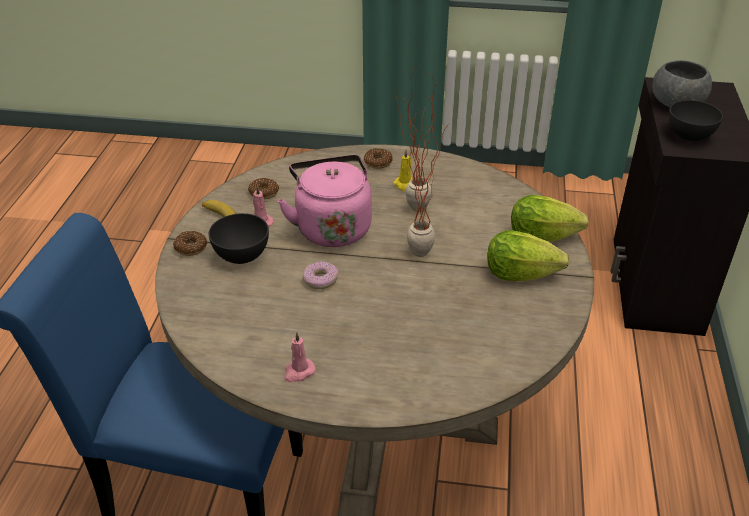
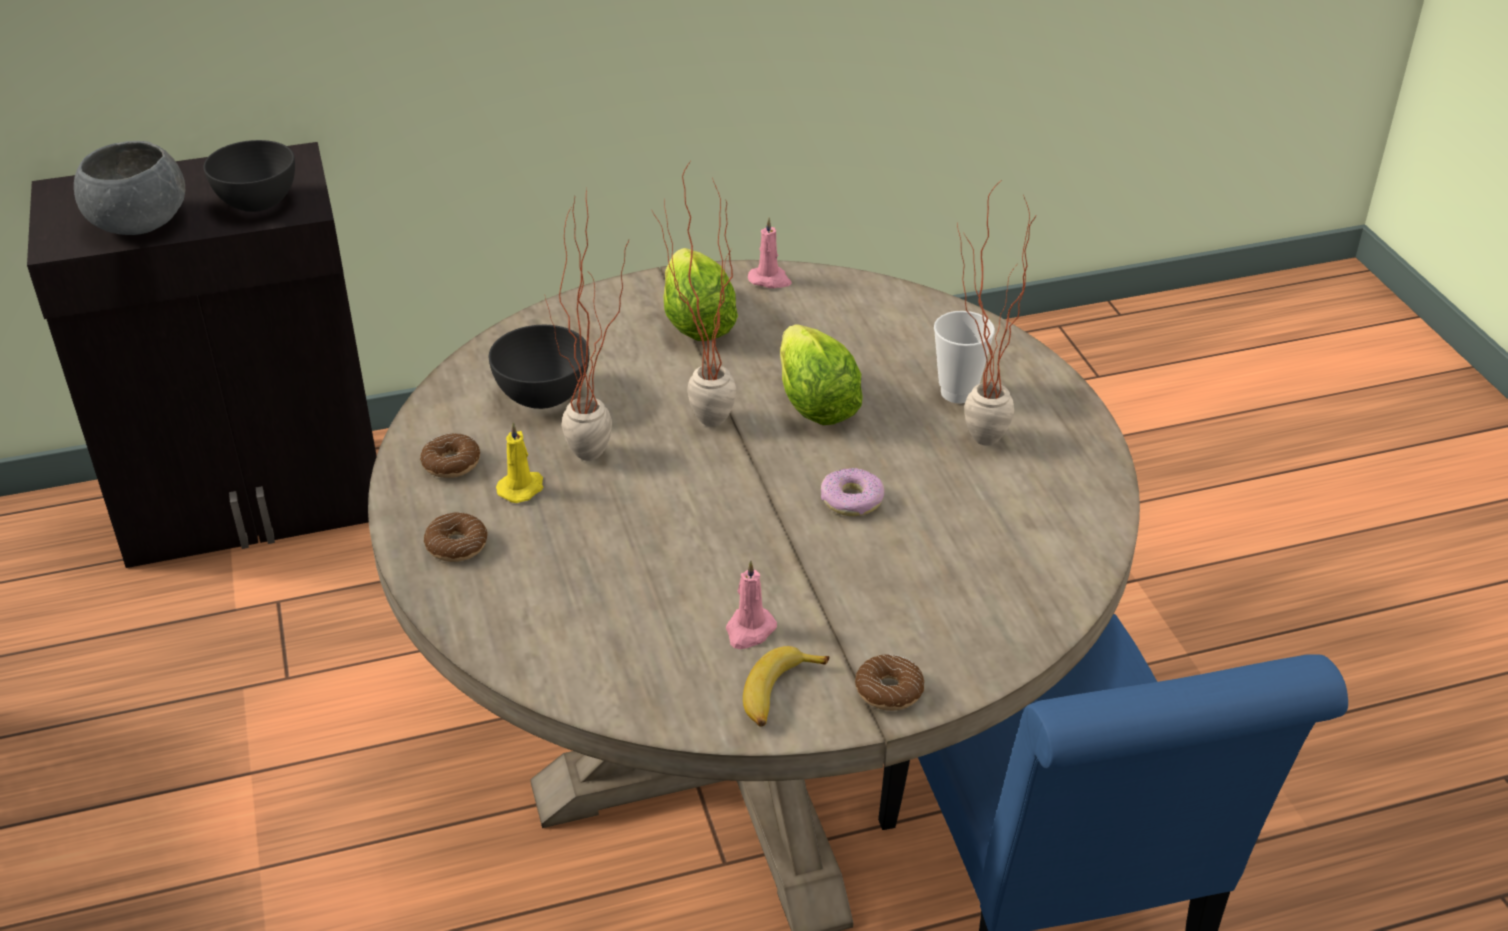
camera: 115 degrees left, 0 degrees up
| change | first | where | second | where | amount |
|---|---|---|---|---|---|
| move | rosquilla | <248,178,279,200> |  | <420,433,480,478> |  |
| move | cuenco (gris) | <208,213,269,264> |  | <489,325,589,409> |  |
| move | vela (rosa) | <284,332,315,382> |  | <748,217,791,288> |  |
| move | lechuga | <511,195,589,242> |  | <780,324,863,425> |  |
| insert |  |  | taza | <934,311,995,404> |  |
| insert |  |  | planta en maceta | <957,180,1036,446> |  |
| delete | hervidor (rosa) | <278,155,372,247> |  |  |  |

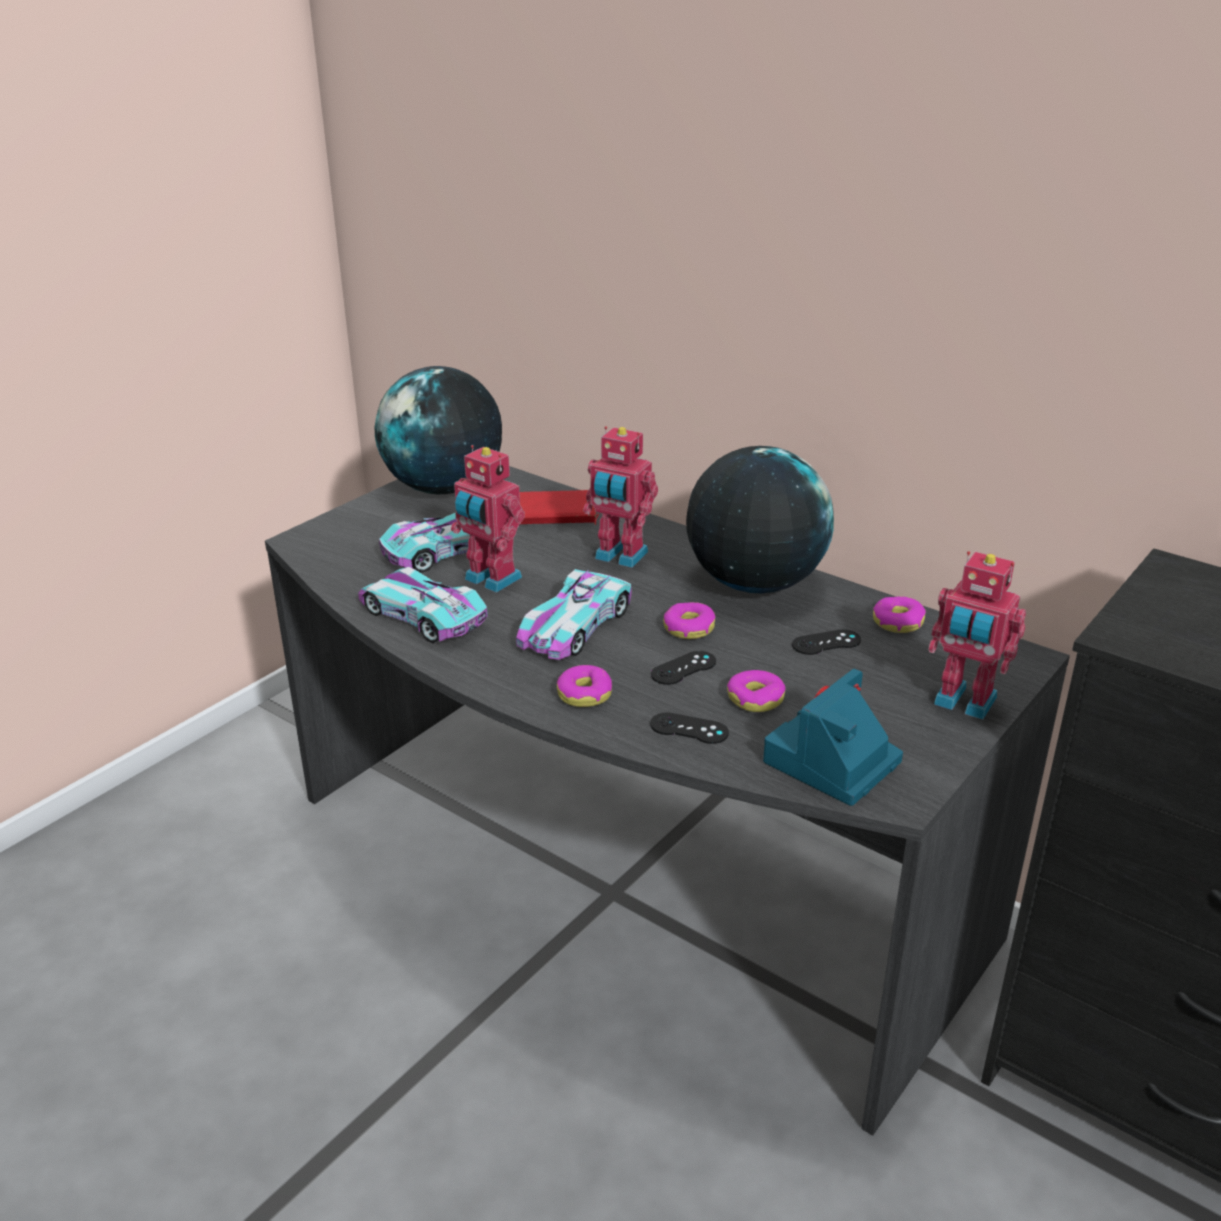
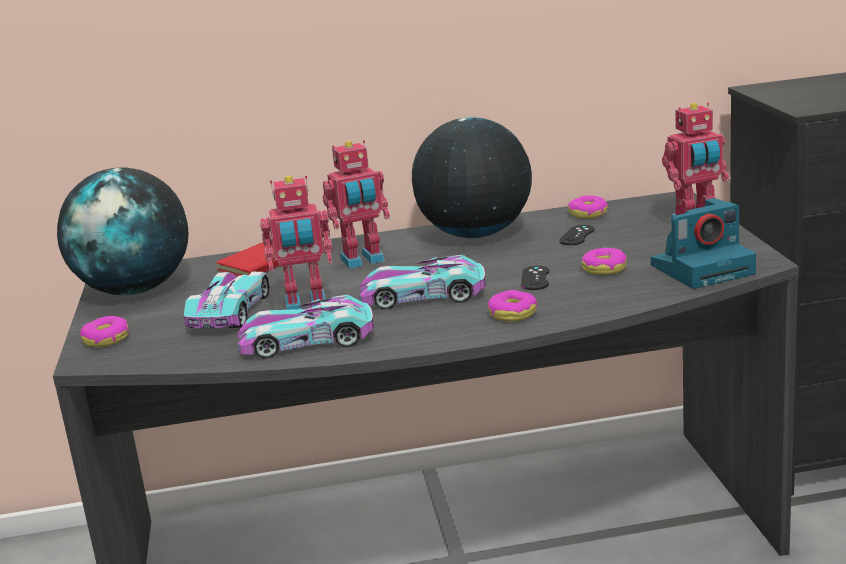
camera: 45 degrees left, 10 degrees down
| change | first | where | second | where | amount |
|---|---|---|---|---|---|
| move | rosquilla | <663,602,716,639> |  | <80,316,129,347> |  |
| rotate | coche de juguete | <516,569,631,660> |  | <359,255,486,310> | 105 degrees clockwise |
| rotate | cámara | <763,668,903,806> |  | <651,198,756,289> | 105 degrees counterclockwise |
| delete | mando de consola (negro) | <650,712,729,744> |  |  |  |

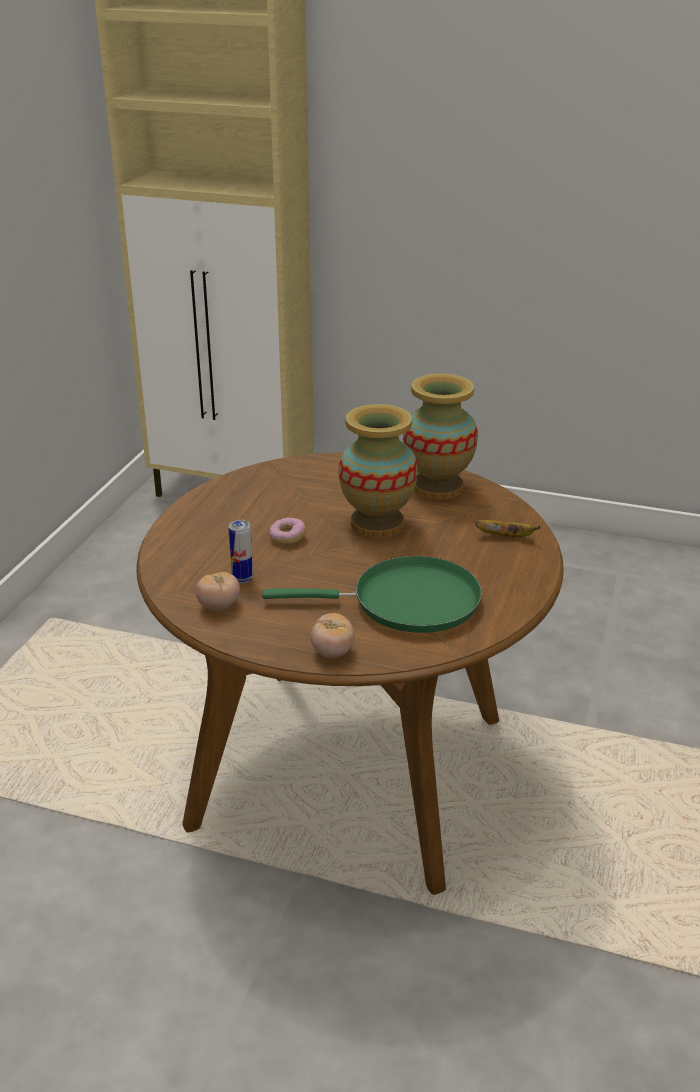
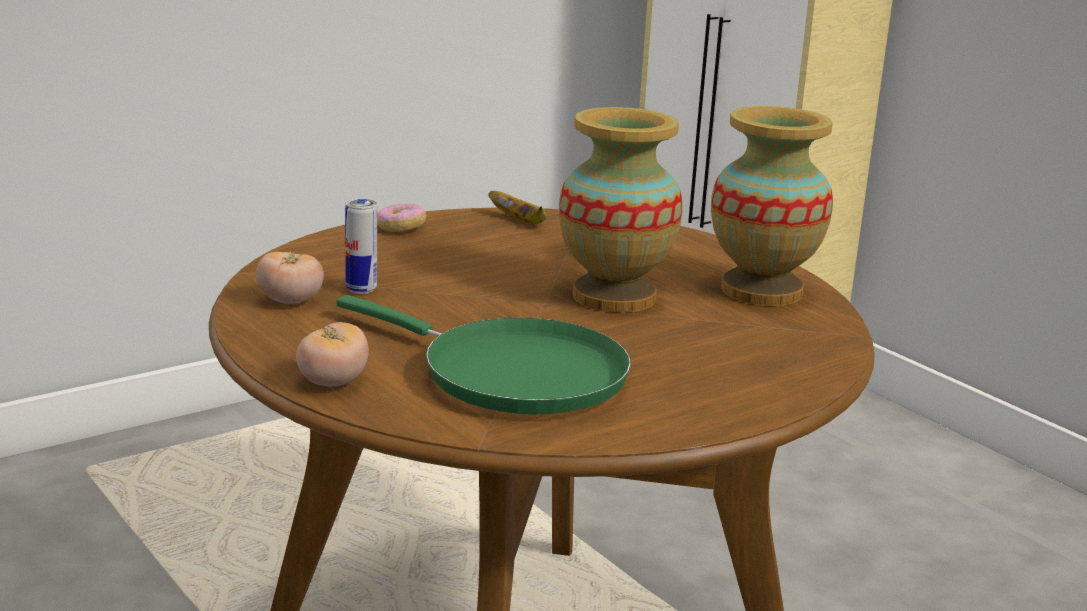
camera: 35 degrees right, 10 degrees down
| change | first | where | second | where | amount |
|---|---|---|---|---|---|
| move | rosquilla | <269,518,306,545> |  | <377,204,426,231> |  |
| move | plátano | <475,520,541,537> |  | <488,191,546,224> |  |

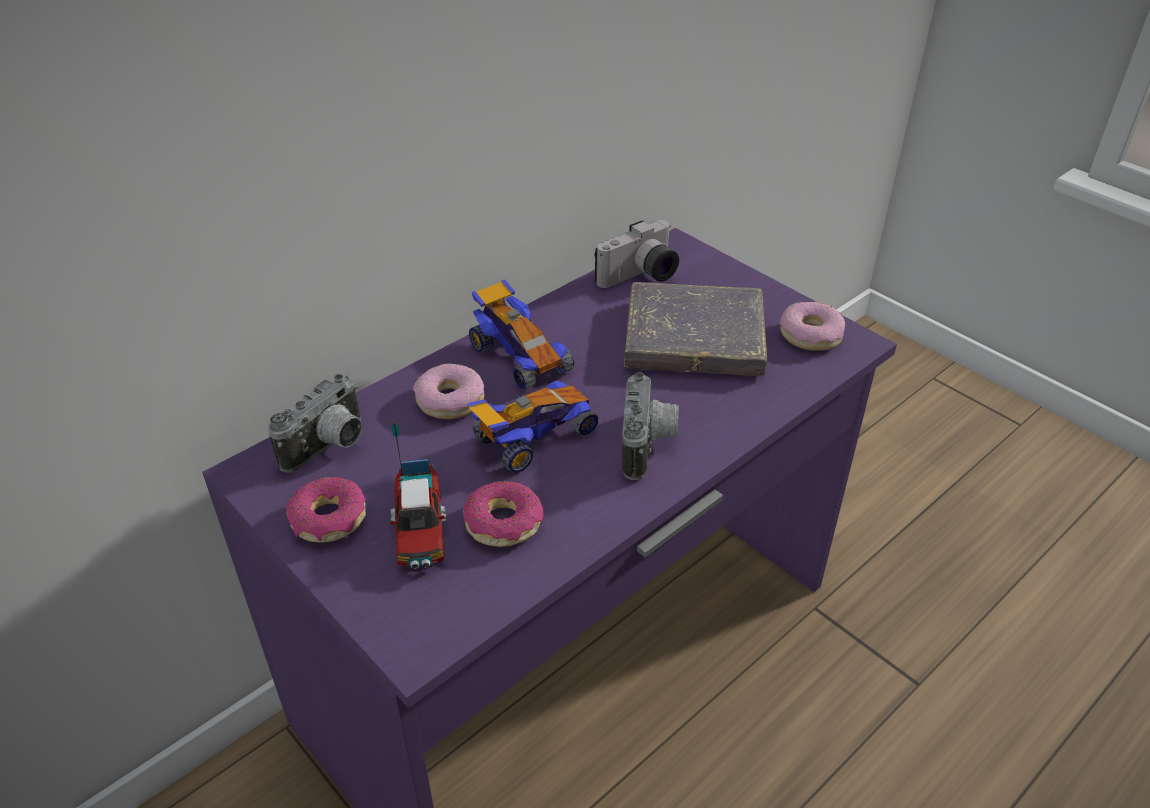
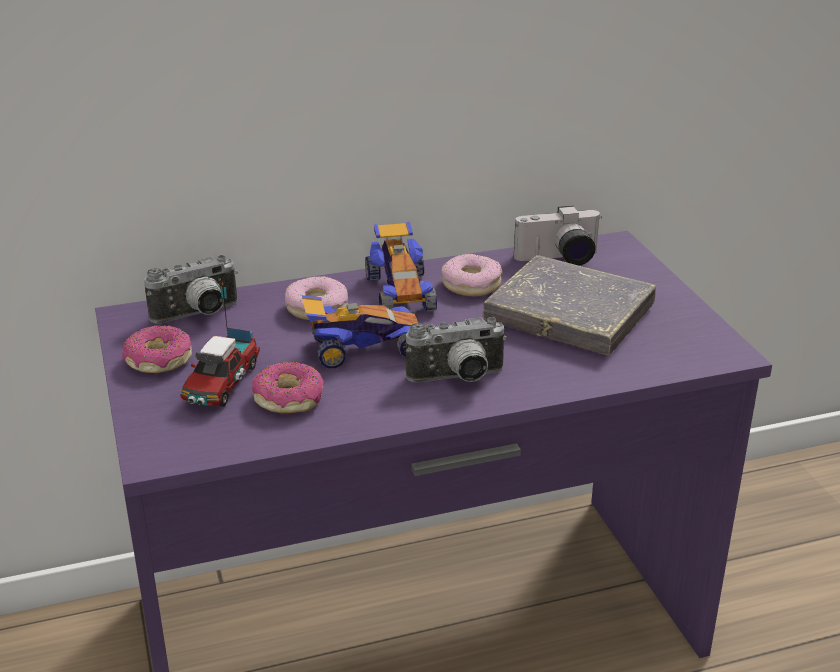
camera: 25 degrees right, 10 degrees down
| change | first | where | second | where | amount |
|---|---|---|---|---|---|
| rotate | cámara | <622,372,679,480> |  | <406,317,507,383> | 45 degrees clockwise |
| move | rosquilla | <780,302,845,351> |  | <441,254,503,296> |  |

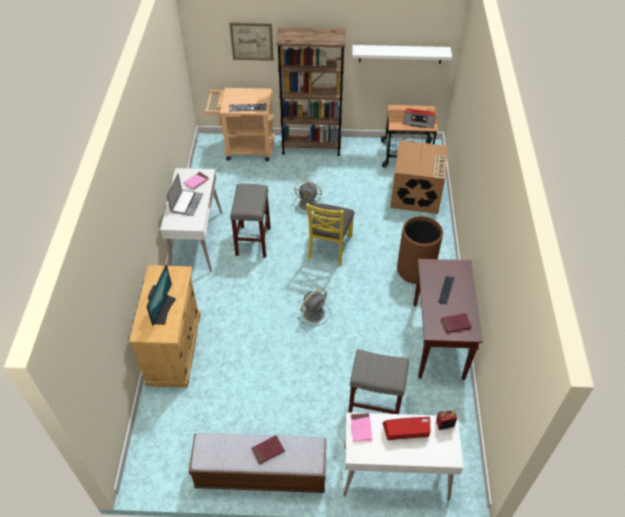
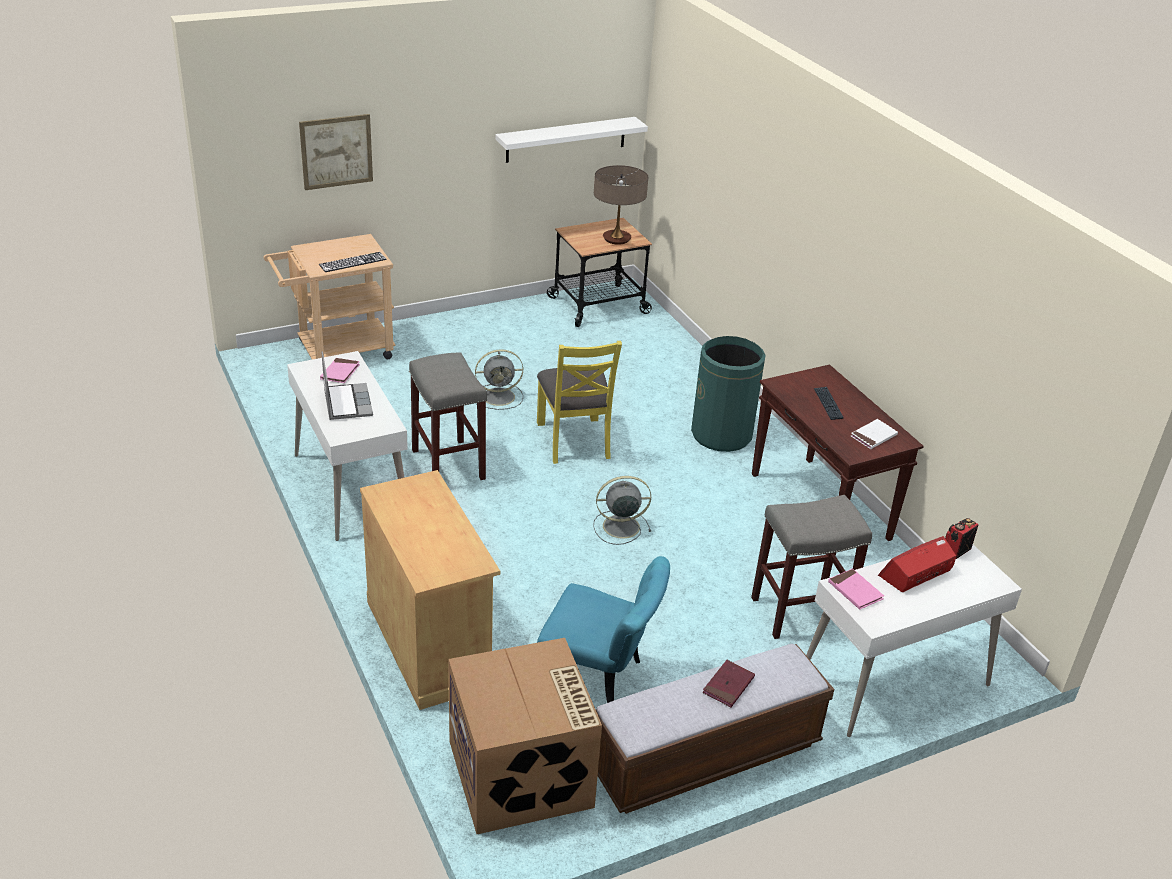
camera: 30 degrees left, 15 degrees down
| change | first | where | second | where | amount |
|---|---|---|---|---|---|
| move | caja de cartón | <390,140,448,214> |  | <448,638,602,834> |  |
| insert |  |  | silla (turquesa) | <537,556,670,703> |  |
| rotate | ventilador (gris) | <298,288,330,326> |  | <593,476,651,545> | 120 degrees counterclockwise |
| replace | radio | <402,109,435,128> | lámpara de mesa | <594,165,648,245> |  |
| recolor | papelera (marrón) | <397,216,443,284> | papelera (verde) | <691,336,766,452> |  |
| recolor | libro (rojo) | <441,313,472,333> | libro (blanco) | <851,419,898,449> |  |
| delete | monitor | <146,264,176,326> |  |  |  |
| delete | estantería (marrón) | <276,27,346,156> |  |  |  |

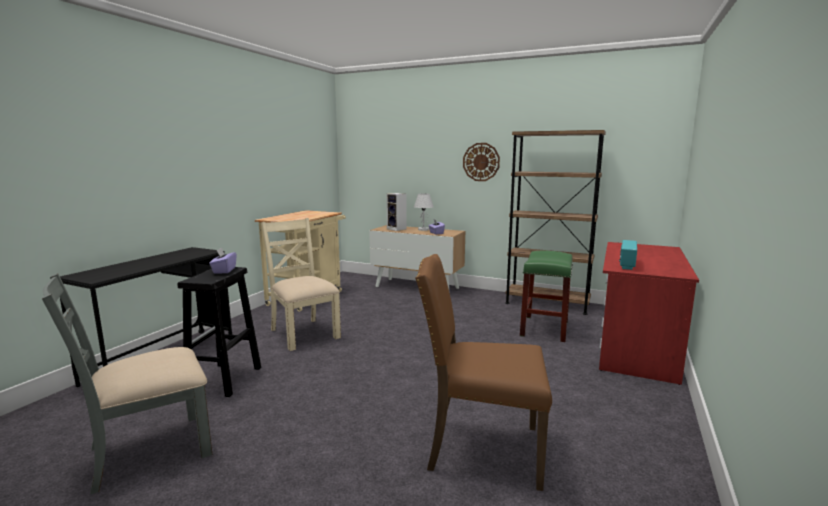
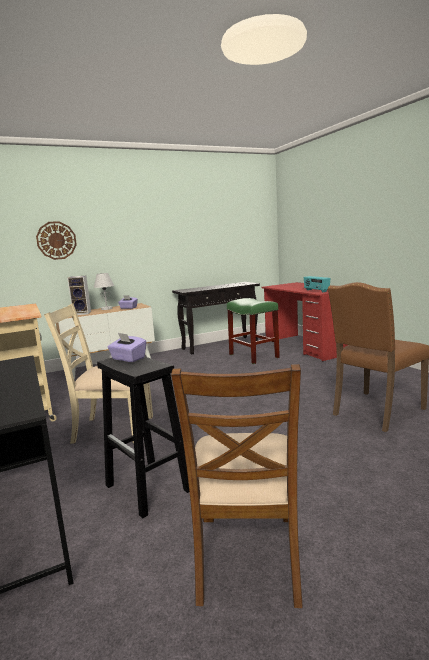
camera: 50 degrees left, 0 degrees up
| change | first | where | second | where | amount |
|---|---|---|---|---|---|
| move | reloj de pared | <463,143,500,181> |  | <36,221,77,260> |  |
| recolor | silla (gris) | <42,273,213,494> | silla (marrón) | <171,364,303,608> |  |
| replace | estantería (marrón) | <505,130,606,315> | mesa consola (negro) | <172,282,260,355> |  |

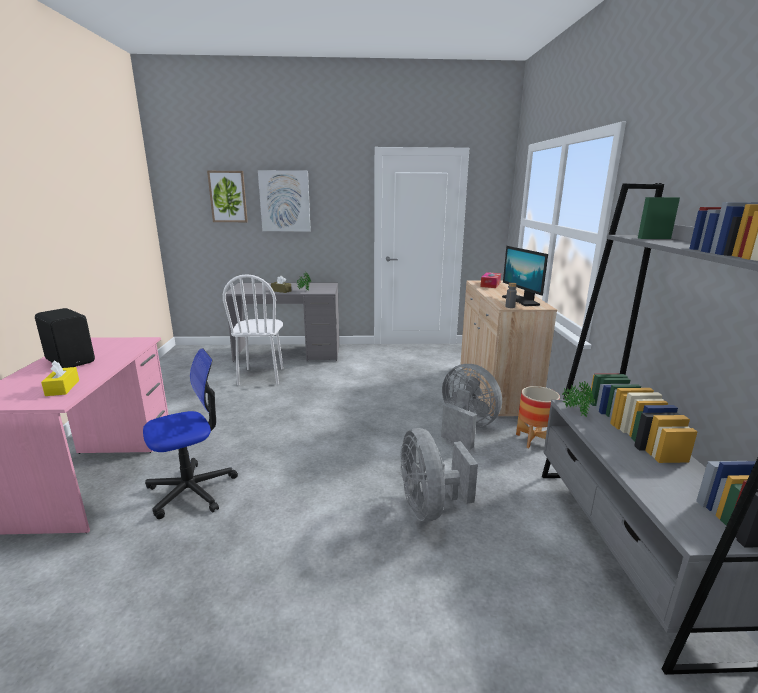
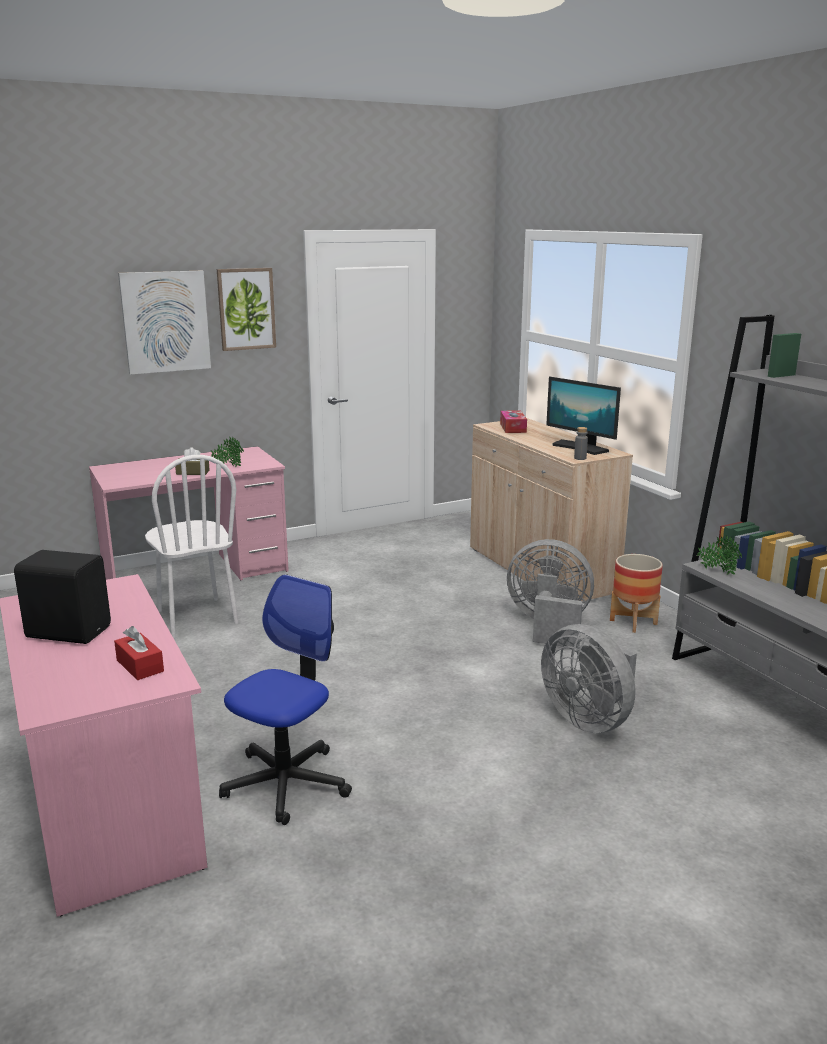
camera: 25 degrees left, 0 degrees up
| change | first | where | second | where | amount |
|---|---|---|---|---|---|
| recolor | escritorio (gris) | <226,283,339,361> | escritorio (rosa) | <89,446,289,580> |  |
| recolor | caja de pañuelos (amarillo) | <41,360,79,396> | caja de pañuelos (rojo) | <114,626,164,680> |  |
| move | cuadro | <207,171,248,222> |  | <217,268,276,351> |  |

